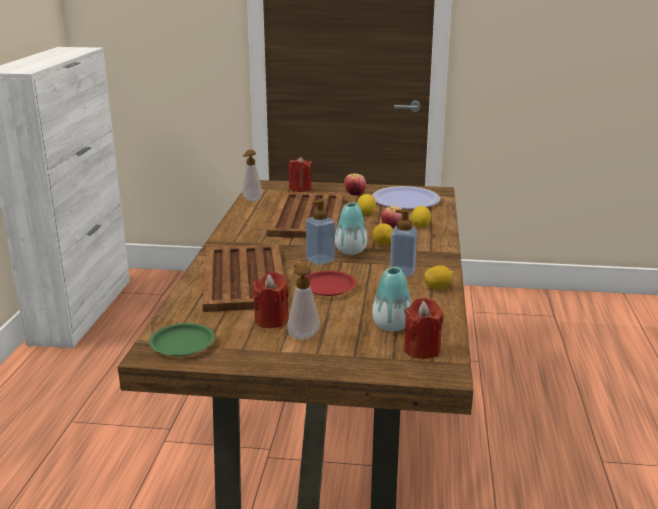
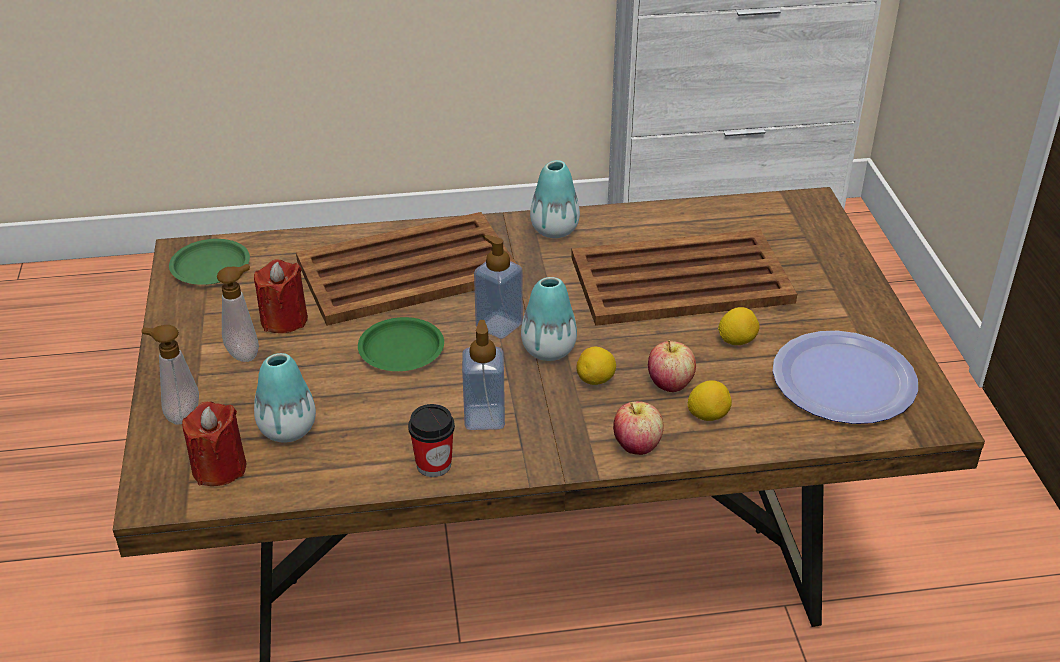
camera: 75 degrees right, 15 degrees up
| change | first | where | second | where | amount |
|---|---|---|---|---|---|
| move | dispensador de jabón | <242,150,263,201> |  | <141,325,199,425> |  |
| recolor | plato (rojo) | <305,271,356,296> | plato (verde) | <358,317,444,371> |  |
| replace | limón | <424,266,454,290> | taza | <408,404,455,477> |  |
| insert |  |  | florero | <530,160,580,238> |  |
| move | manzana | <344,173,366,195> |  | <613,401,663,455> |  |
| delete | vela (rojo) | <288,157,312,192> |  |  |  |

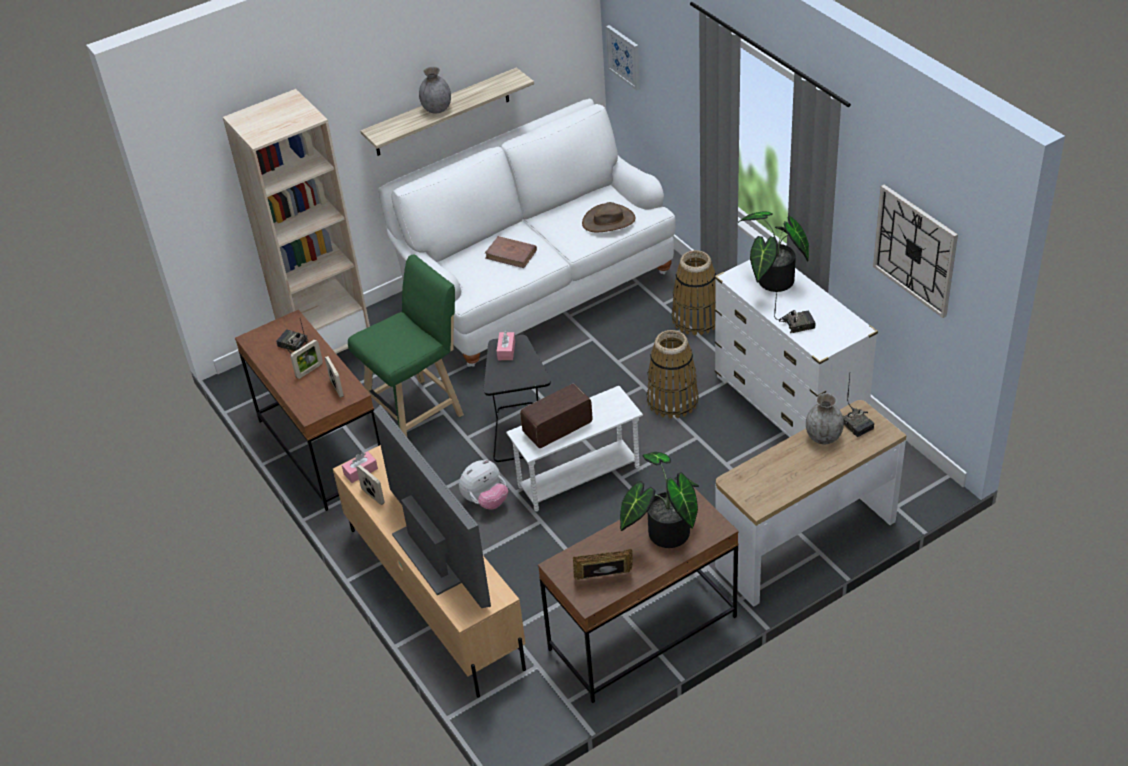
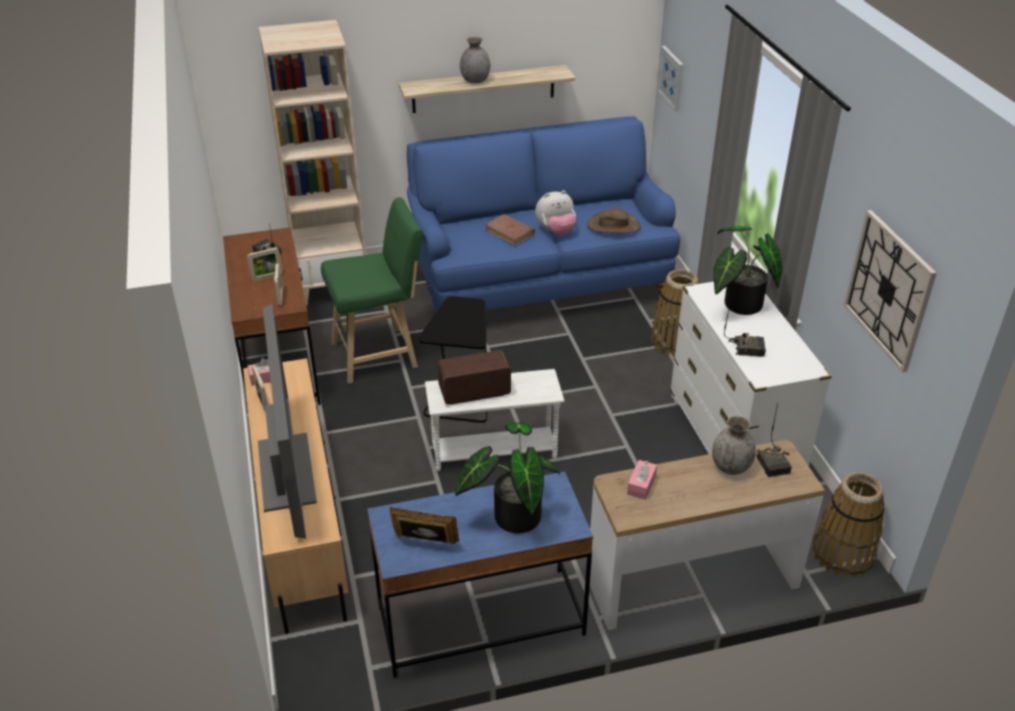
camera: 15 degrees right, 5 degrees down
| change | first | where | second | where | amount |
|---|---|---|---|---|---|
| recolor | escritorio (marrón) | <538,488,739,703> | escritorio (azul) | <367,472,593,678> |  |
| recolor | sofá (blanco) | <378,99,676,367> | sofá (azul) | <407,116,680,311> |  |
| move | peluche | <459,459,508,509> |  | <535,190,576,236> |  |
| move | caja de pañuelos (rosa) | <497,330,515,360> |  | <627,460,657,500> |  |
| move | cesta | <647,330,699,419> |  | <813,472,884,578> |  |

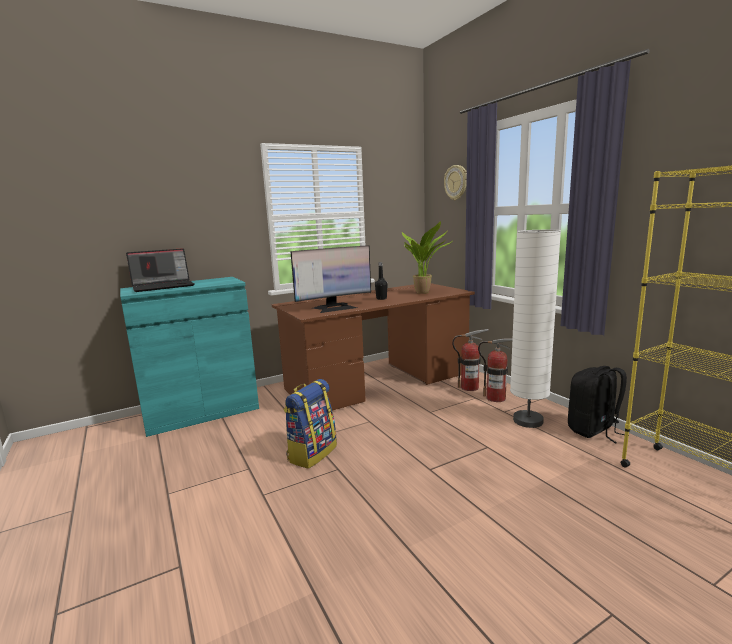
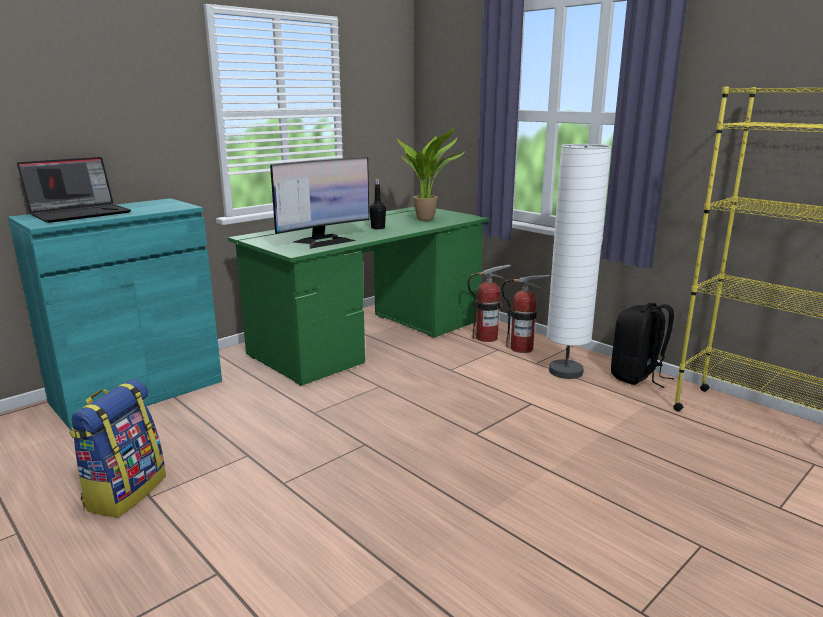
camera: 15 degrees left, 5 degrees up
| change | first | where | second | where | amount |
|---|---|---|---|---|---|
| move | mochila | <284,379,337,469> |  | <69,380,166,518> |  |
| recolor | escritorio (marrón) | <272,283,475,411> | escritorio (verde) | <228,207,490,386> |  |
| delete | reloj de pared | <444,165,467,200> |  |  |  |

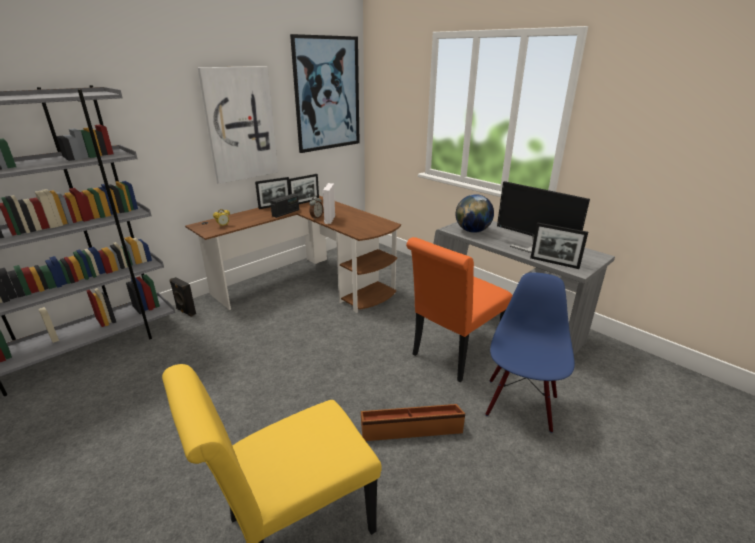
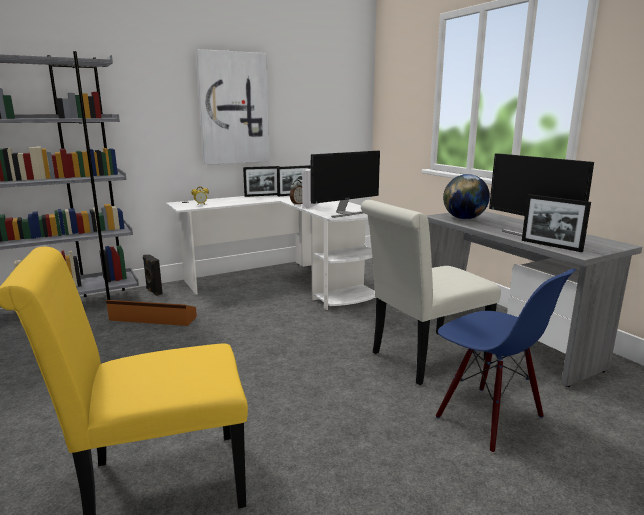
camera: 15 degrees right, 10 degrees down
| change | first | where | second | where | amount |
|---|---|---|---|---|---|
| move | caja de almacenaje (marrón) | <361,404,465,441> |  | <106,300,197,326> |  |
| recolor | escritorio (marrón) | <185,196,401,313> | escritorio (blanco) | <166,195,376,310> |  |
| insert |  |  | monitor | <310,151,380,218> |  |
| recolor | silla (naranja) | <406,237,513,382> | silla (blanco) | <361,200,501,385> |  |
| rotate | silla (azul) | <485,272,575,433> |  | <436,269,577,453> | 105 degrees clockwise |
| delete | radio | <270,193,299,218> |  |  |  |
| delete | cuadro | <290,34,360,153> |  |  |  |

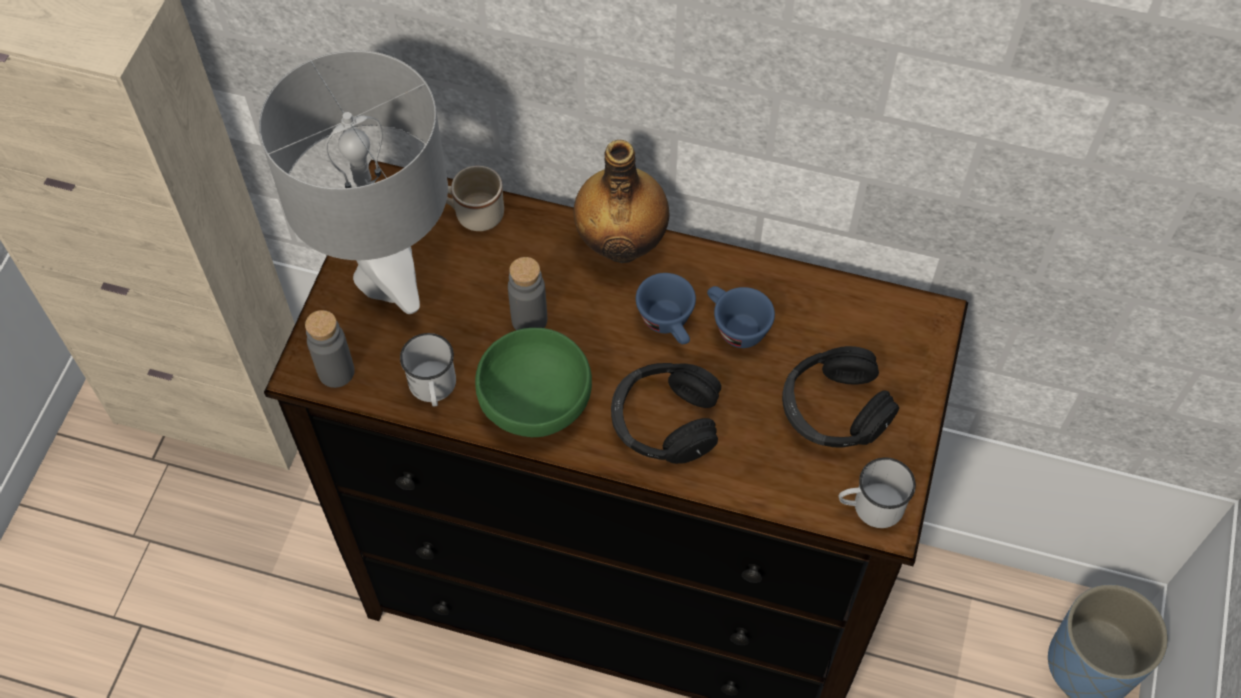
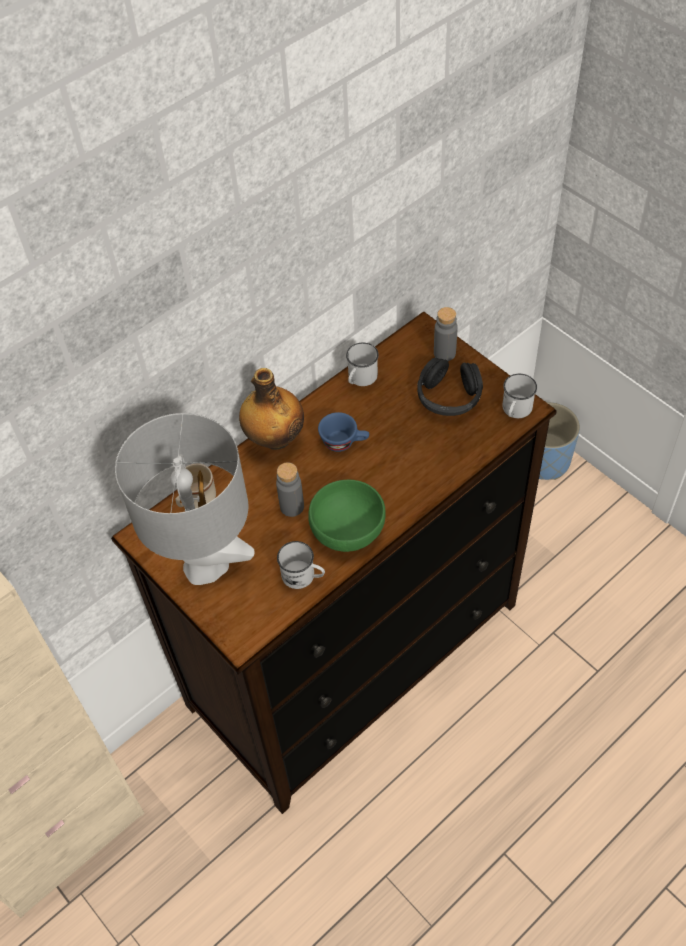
camera: 55 degrees left, 5 degrees down
| change | first | where | second | where | amount |
|---|---|---|---|---|---|
| insert |  |  | taza grande (blanco) | <346,343,379,386> |  |
| move | botella (gris) | <305,310,355,388> |  | <434,307,458,361> |  |
| delete | auriculares (negro) | <611,363,721,464> |  |  |  |
| delete | taza (azul) | <707,286,775,348> |  |  |  |

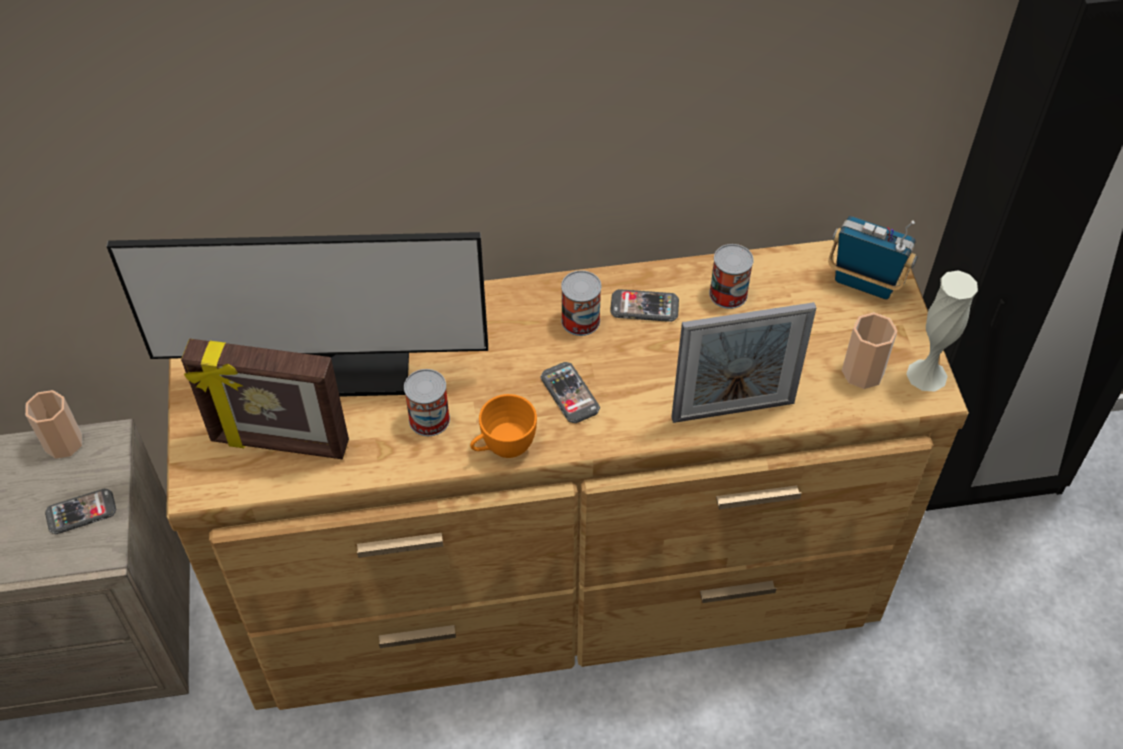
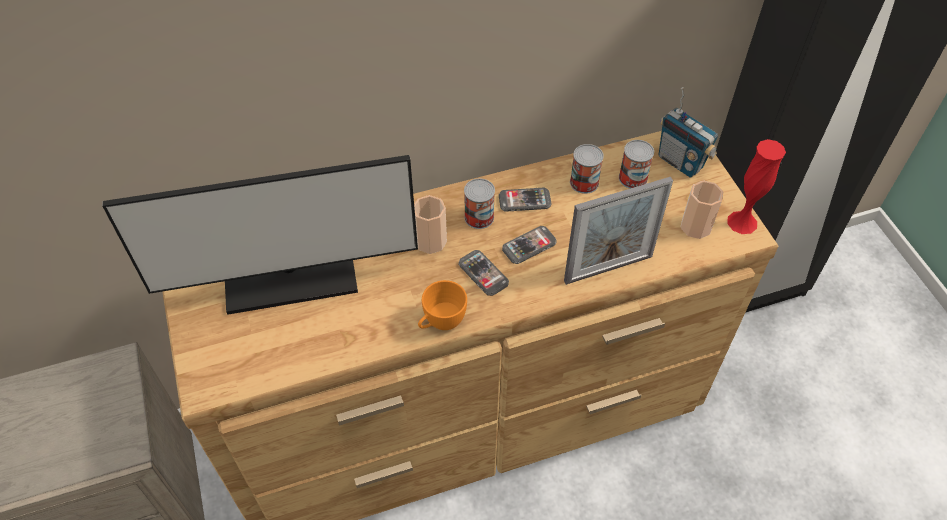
camera: 10 degrees left, 0 degrees up
| change | first | where | second | where | amount |
|---|---|---|---|---|---|
| move | taza | <25,390,82,459> |  | <414,195,447,254> |  |
| move | móvil | <45,488,116,534> |  | <502,226,557,264> |  |
| move | lata | <404,369,450,436> |  | <619,140,654,189> |  |
| rotate | radio | <828,216,917,299> |  | <659,87,718,178> | 150 degrees counterclockwise |
| recolor | florero (blanco) | <906,270,978,392> | florero (rojo) | <727,139,786,234> |  |
| delete | portarretratos | <181,339,349,459> |  |  |  |

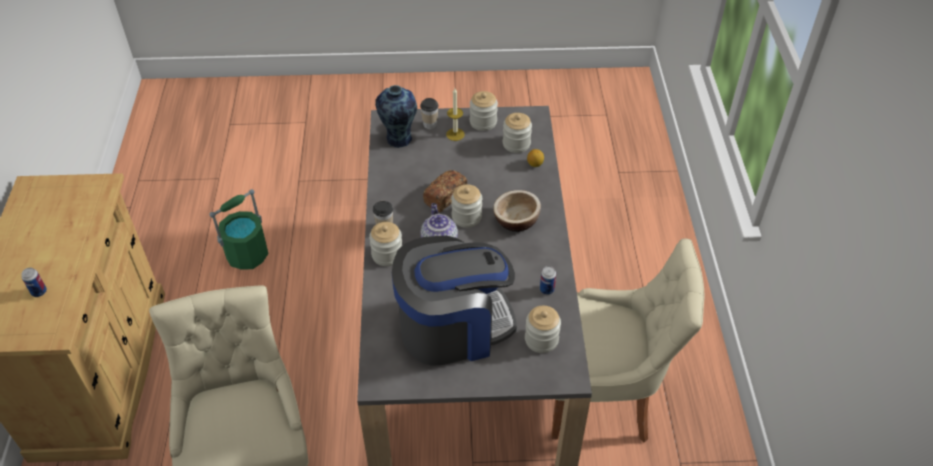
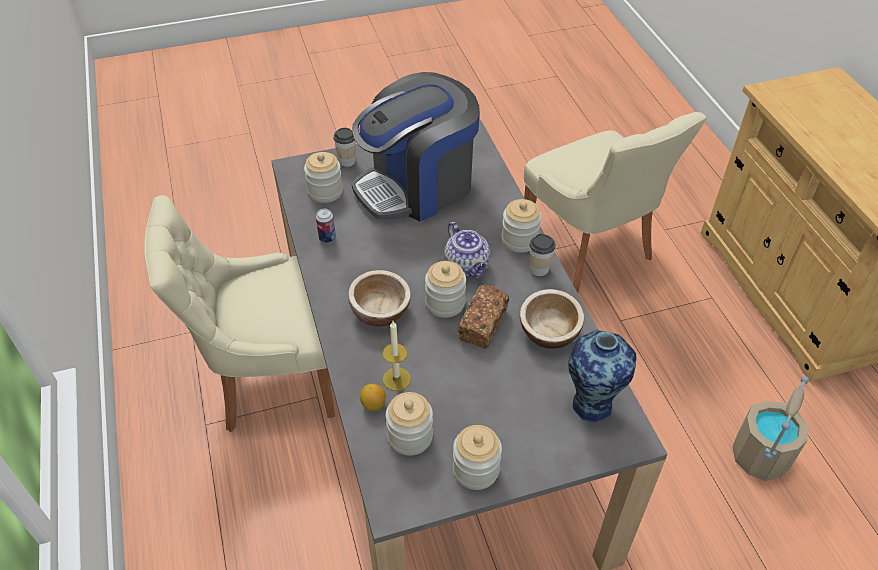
camera: 165 degrees right, 0 degrees up
| change | first | where | second | where | amount |
|---|---|---|---|---|---|
| move | taza | <420,98,439,129> |  | <333,128,356,167> |  |
| move | vela | <446,88,465,141> |  | <382,321,411,391> |  |
| insert |  |  | cuenco | <520,289,584,349> |  |
| recolor | cubo (verde) | <209,189,269,270> | cubo (beis) | <733,376,809,481> |  |
| delete | lata | <22,268,47,297> |  |  |  |

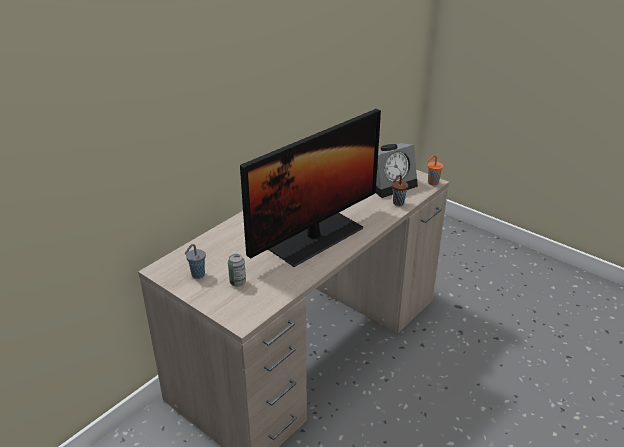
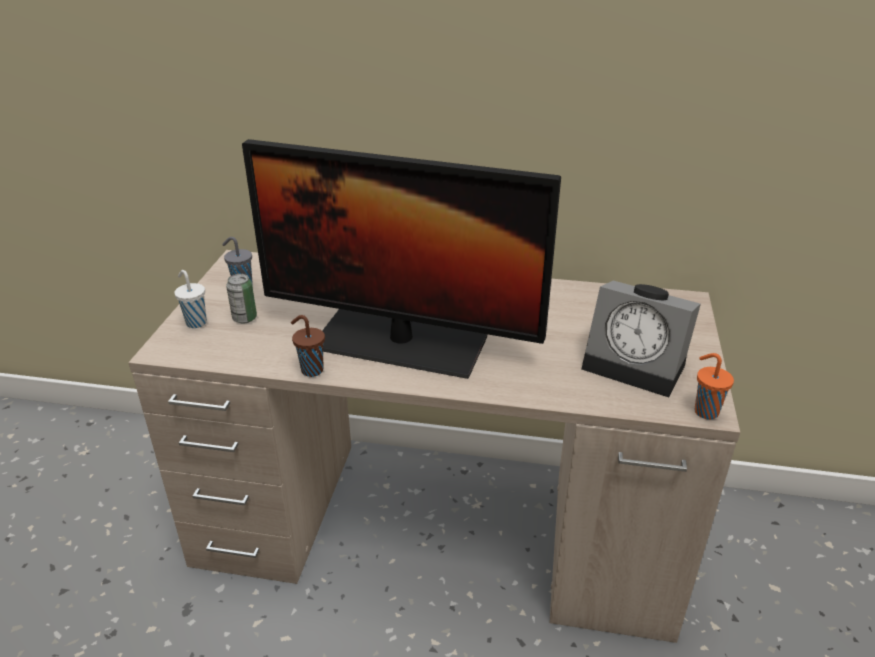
camera: 60 degrees right, 0 degrees up
| change | first | where | second | where | amount |
|---|---|---|---|---|---|
| insert |  |  | taza (blanco) | <174,270,207,328> |  |
| move | taza (marrón) | <392,175,408,206> |  | <291,315,325,377> |  |

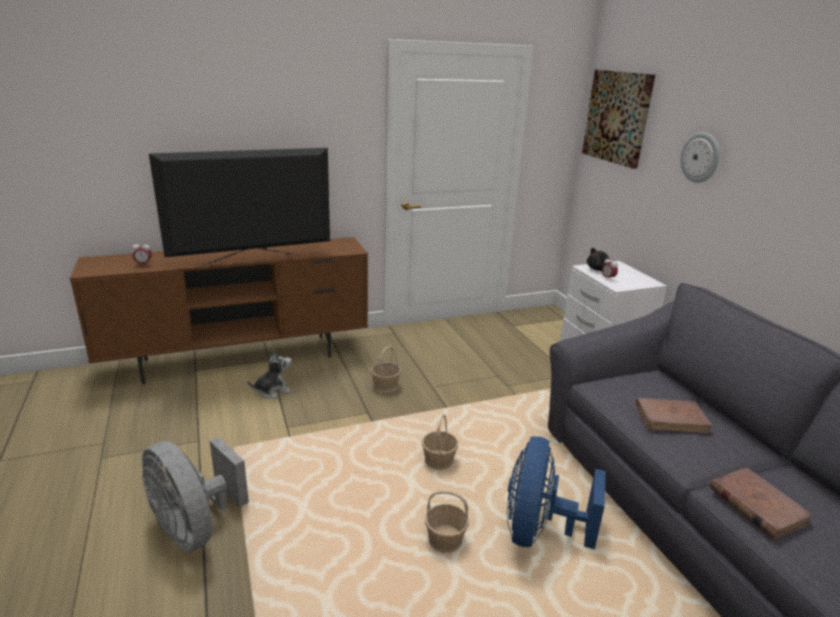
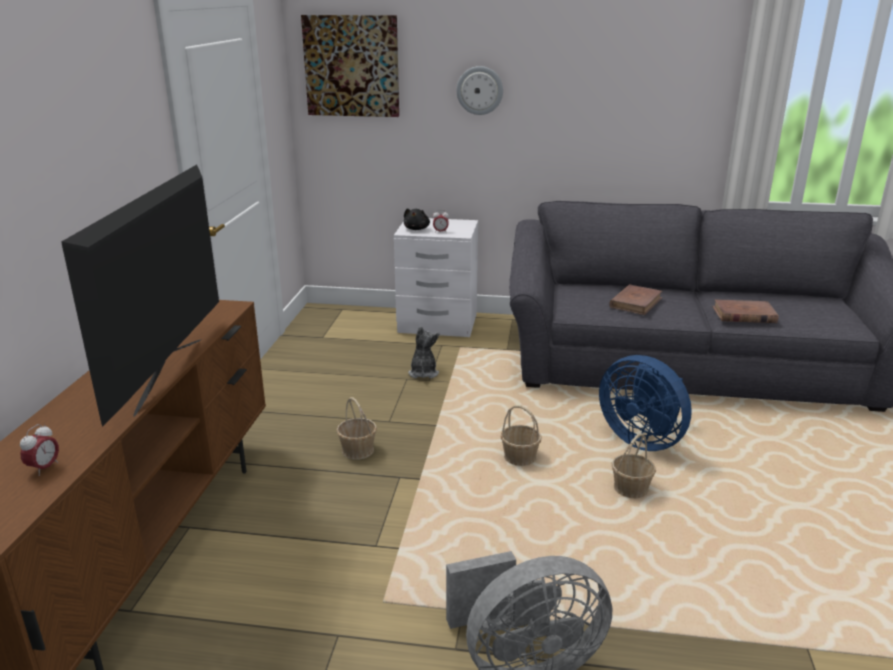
camera: 60 degrees left, 0 degrees up
| change | first | where | second | where | amount |
|---|---|---|---|---|---|
| move | peluche | <247,349,291,398> |  | <408,326,439,378> |  |

